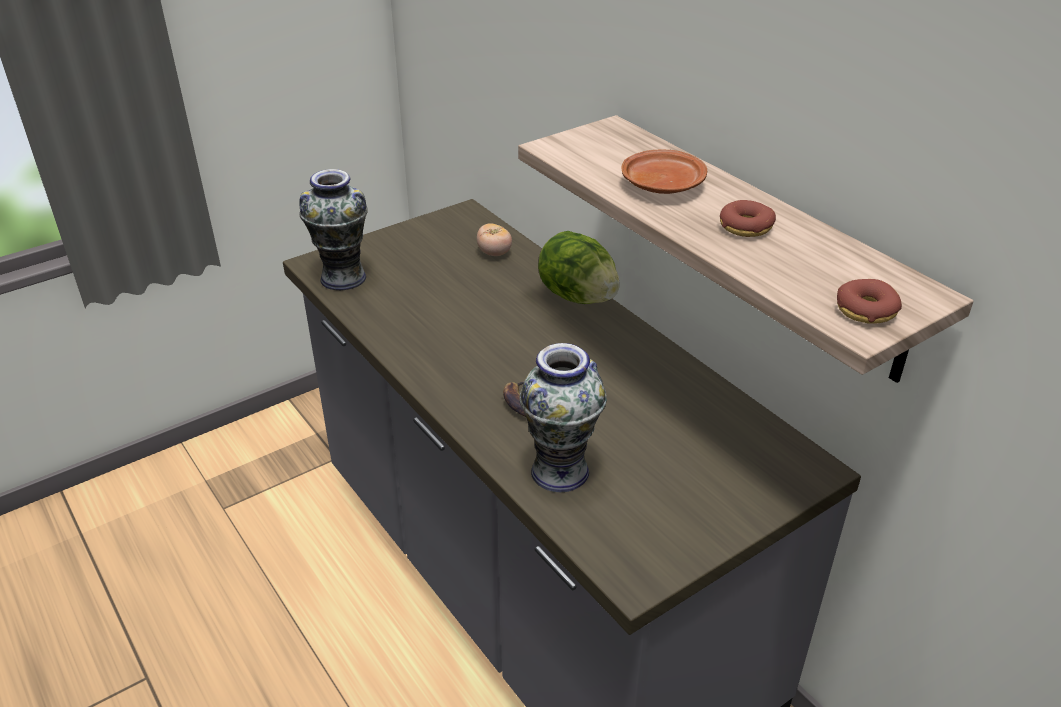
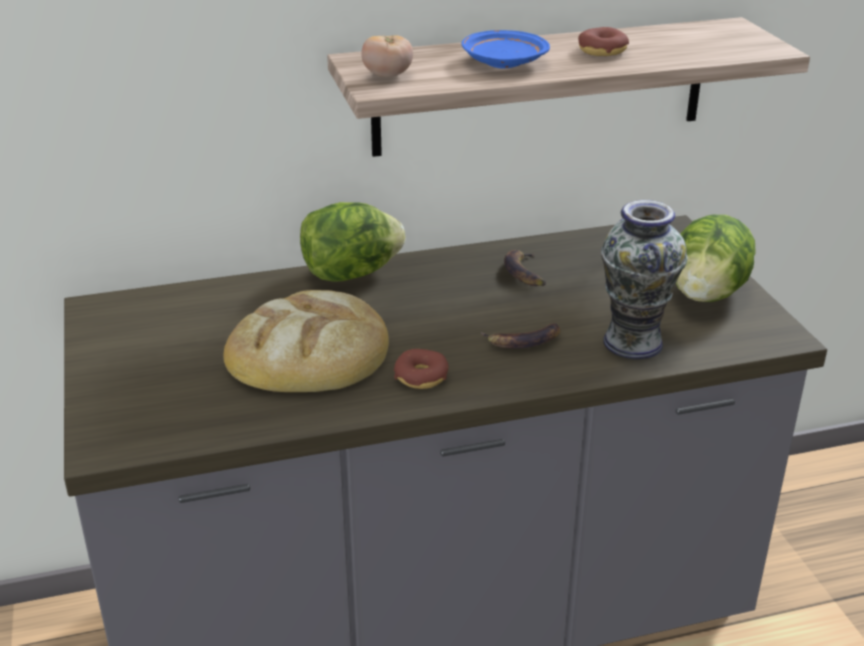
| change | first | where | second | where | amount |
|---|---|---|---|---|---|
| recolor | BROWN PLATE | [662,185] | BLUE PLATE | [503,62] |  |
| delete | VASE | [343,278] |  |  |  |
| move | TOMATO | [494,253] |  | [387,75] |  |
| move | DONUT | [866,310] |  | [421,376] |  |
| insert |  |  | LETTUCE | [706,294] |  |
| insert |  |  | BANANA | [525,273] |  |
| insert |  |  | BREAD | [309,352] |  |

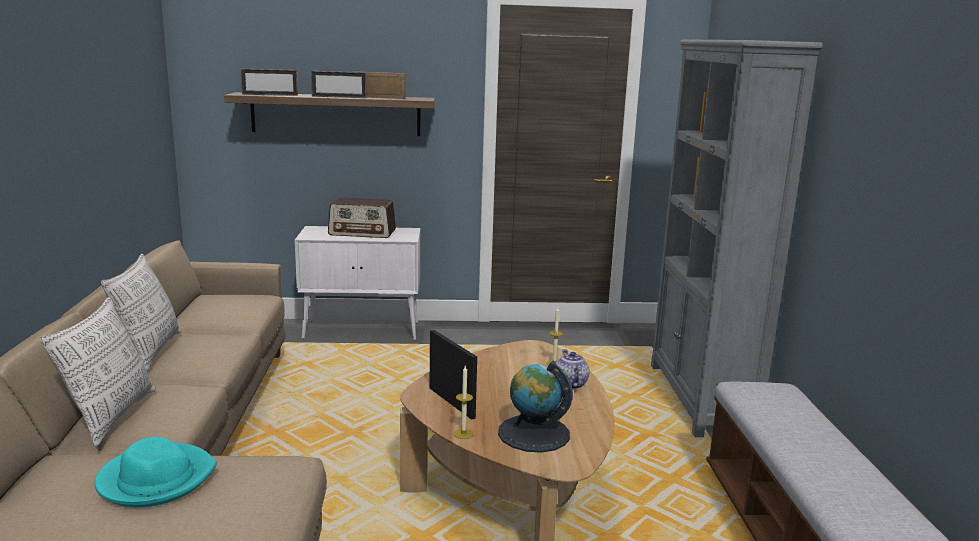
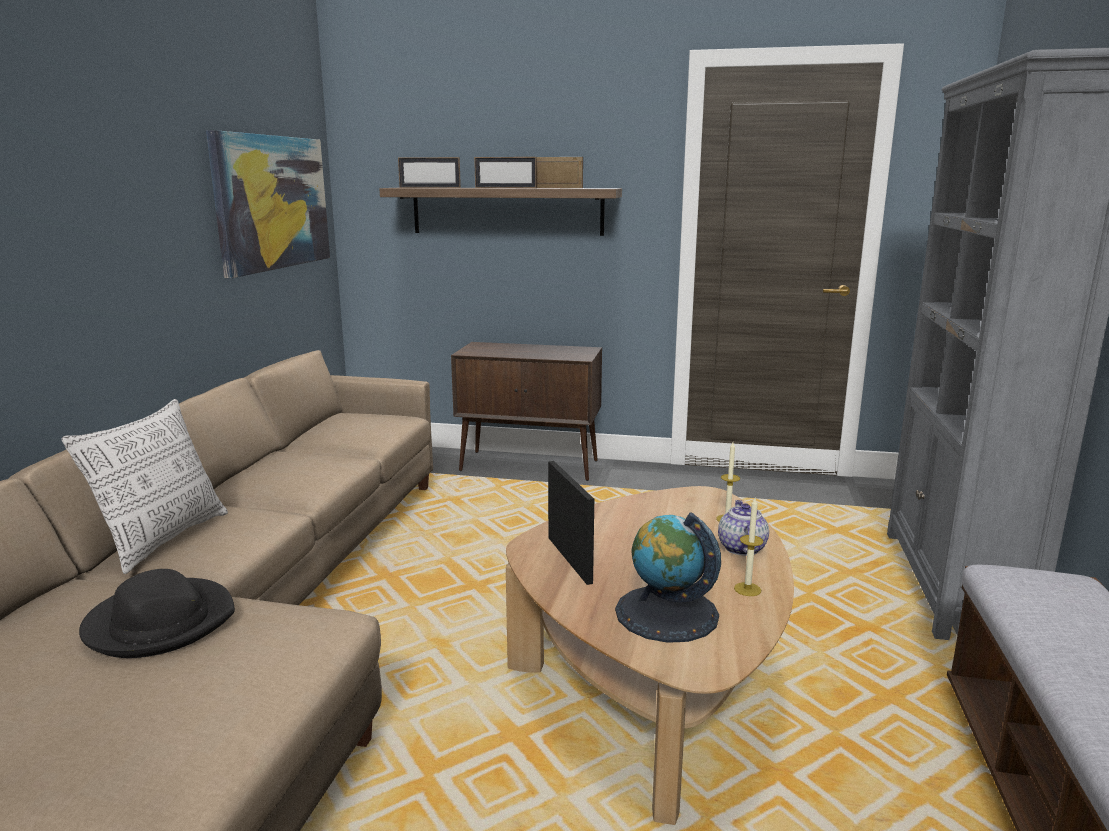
| change | first | where | second | where | amount |
|---|---|---|---|---|---|
| delete | RADIO | [362,232] |  |  |  |
| recolor | WHITE CABINET | [363,330] | BROWN CABINET | [530,466] |  |
| delete | PILLOW | [150,351] |  |  |  |
| move | CANDLE | [463,434] |  | [747,589] |  |
| recolor | TURQUOISE HAT | [156,479] | BLACK HAT | [160,622] |  |
| insert |  |  | PICTURE | [272,202] |  |

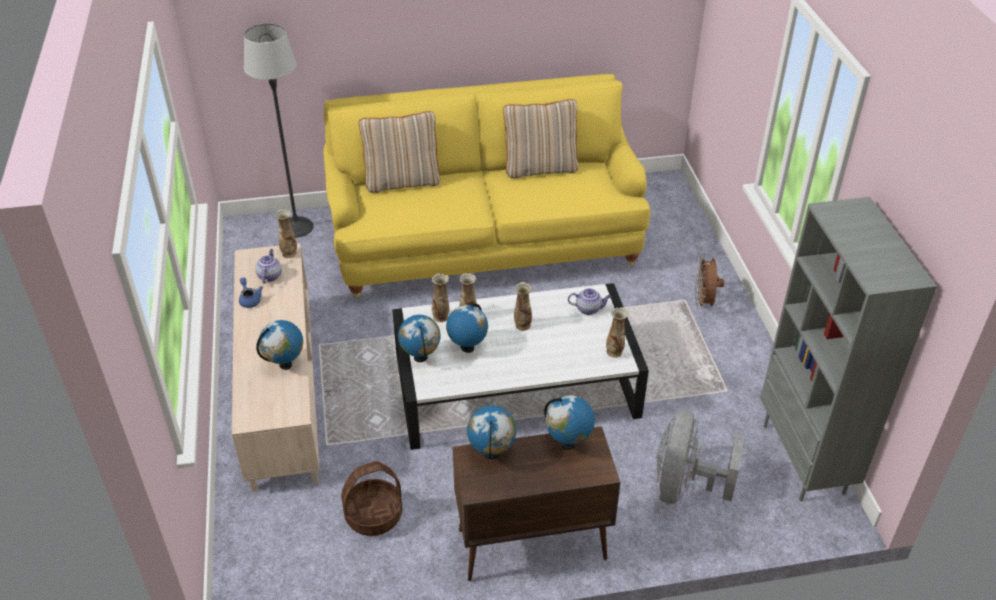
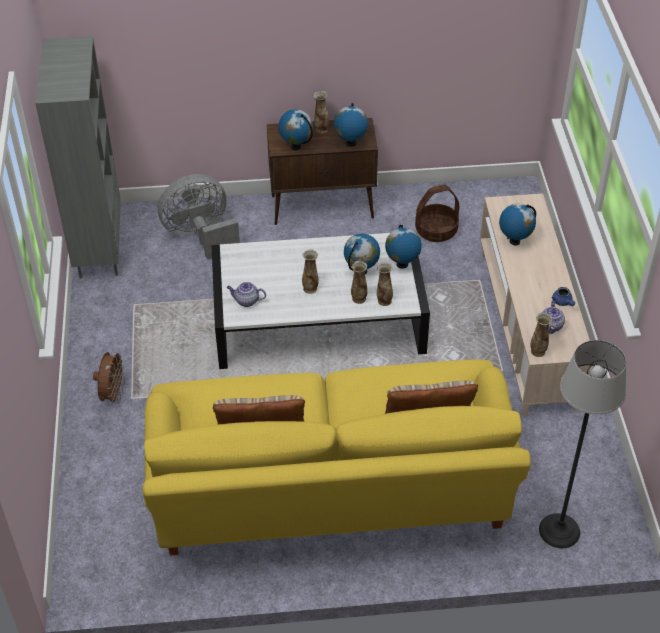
| change | first | where | second | where | amount |
|---|---|---|---|---|---|
| move | VASE | [614,352] |  | [321,129] |  |
| rotate | GREY FAN | [684,486] |  | [200,236] | 135 degrees counterclockwise |

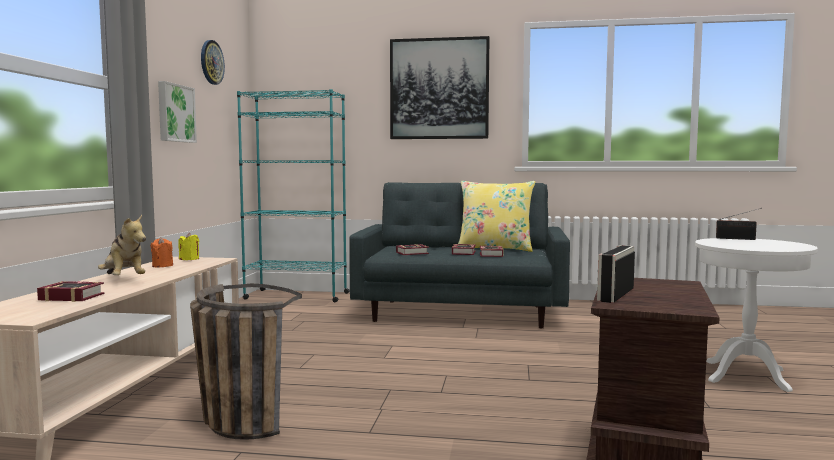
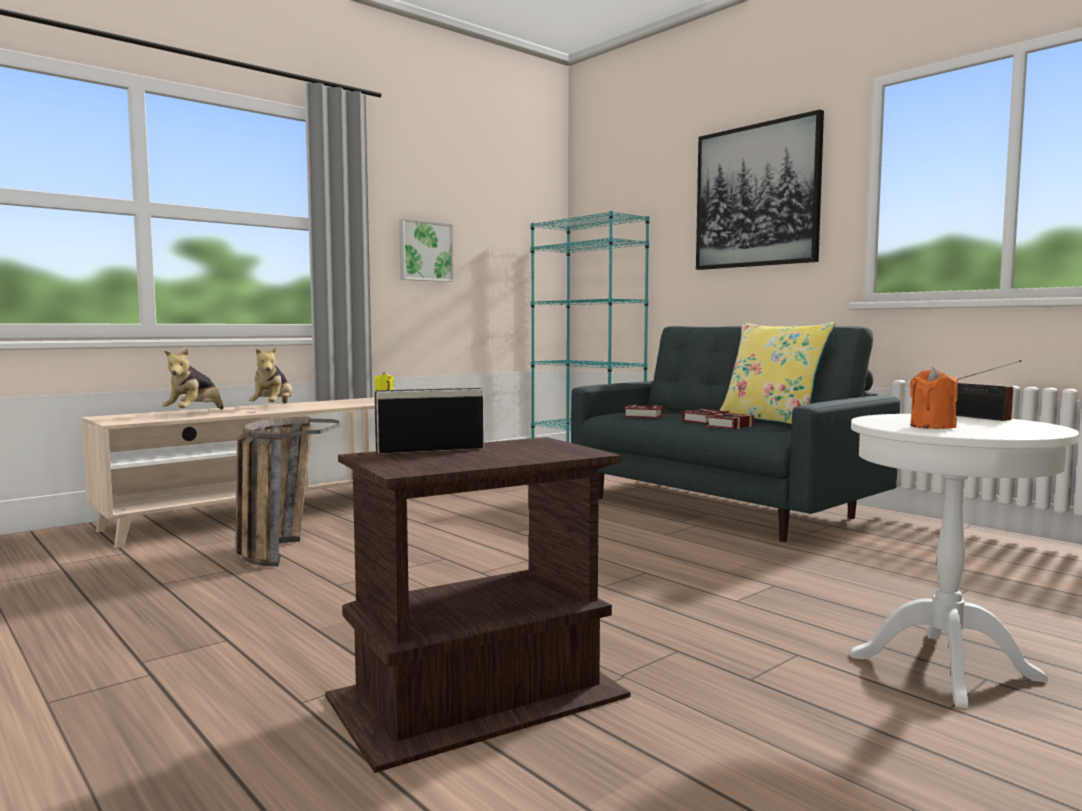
| change | first | where | second | where | amount |
|---|---|---|---|---|---|
| delete | WALL CLOCK | [211,62] |  |  |  |
| move | ORANGE CANDLE | [162,266] |  | [932,426] |  |
| replace | BOOK | [70,297] | PLUSH TOY | [195,413] |  |

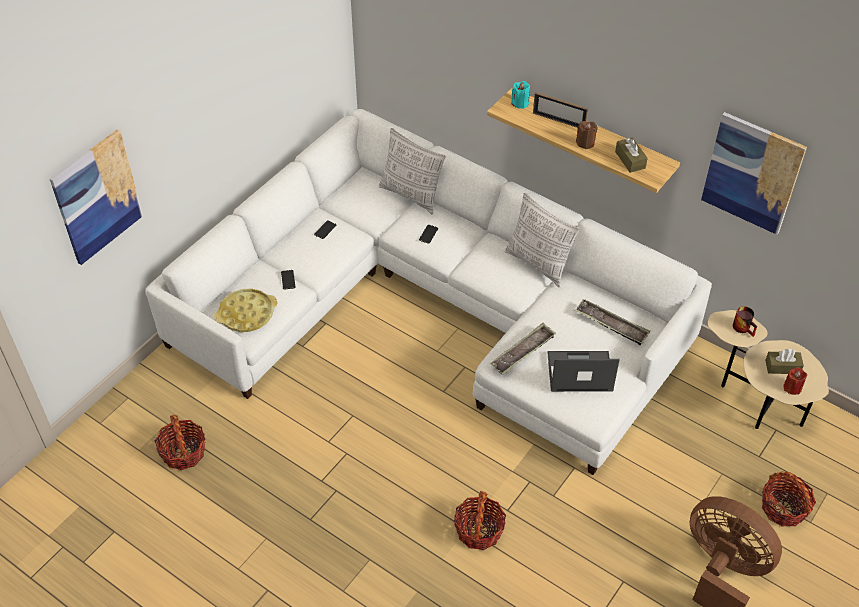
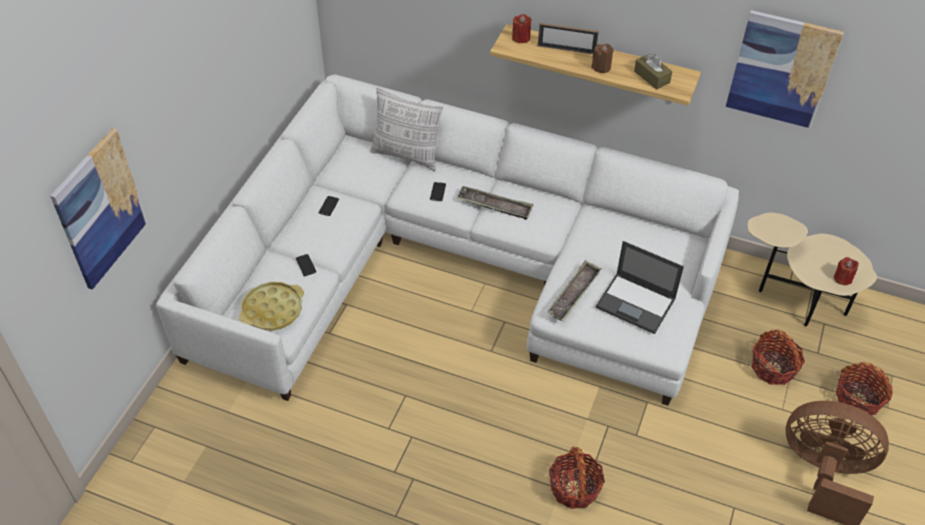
| change | first | where | second | where | amount |
|---|---|---|---|---|---|
| recolor | TURQUOISE CANDLE | [520,103] | RED CANDLE | [521,38] |  |
| delete | PILLOW | [538,264] |  |  |  |
| move | TRAY | [611,325] |  | [494,206] |  |
| delete | MUG | [744,328] |  |  |  |
| delete | BROWN TISSUE BOX | [782,367] |  |  |  |
| rotate | LAPTOP | [578,372] |  | [636,303] | 135 degrees counterclockwise |
| move | BASKET | [183,452] |  | [773,368] |  |

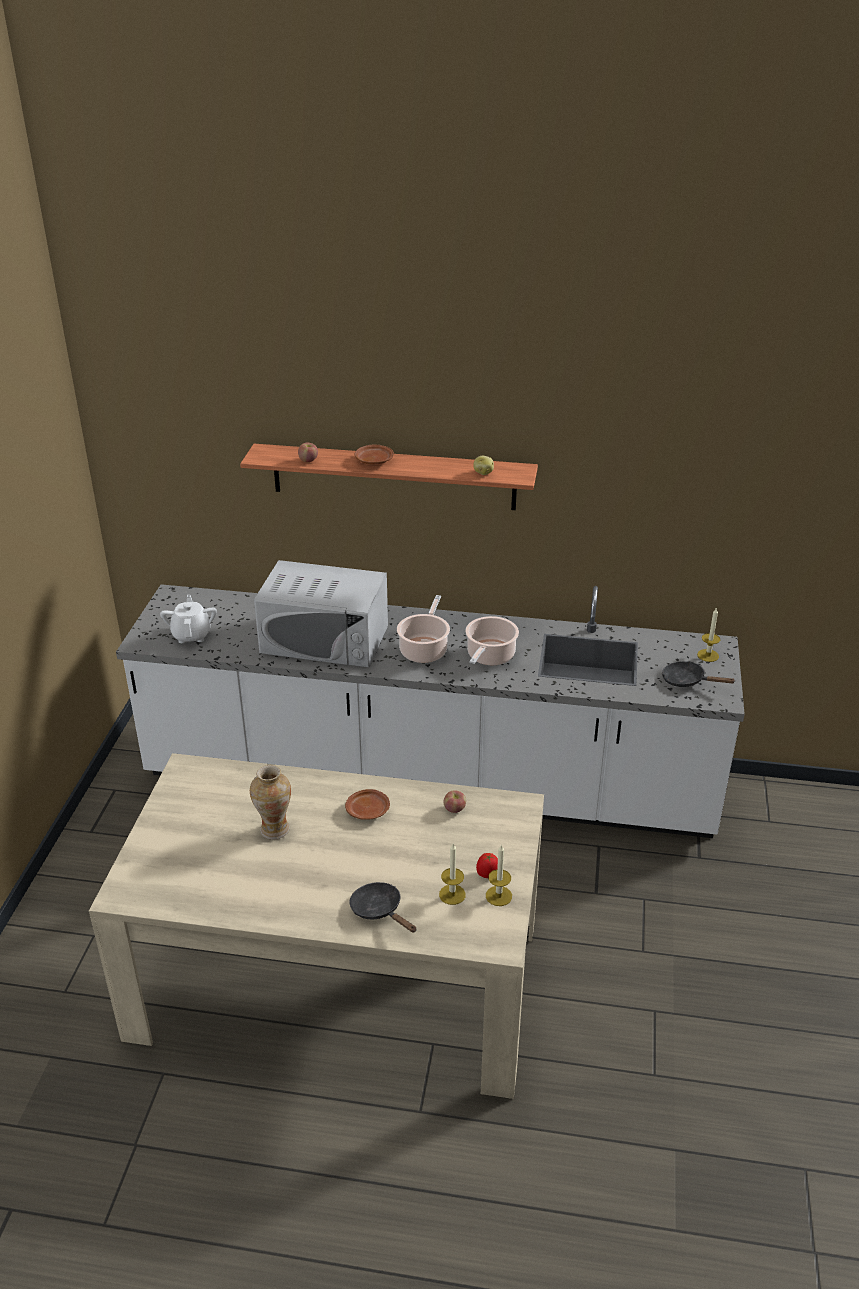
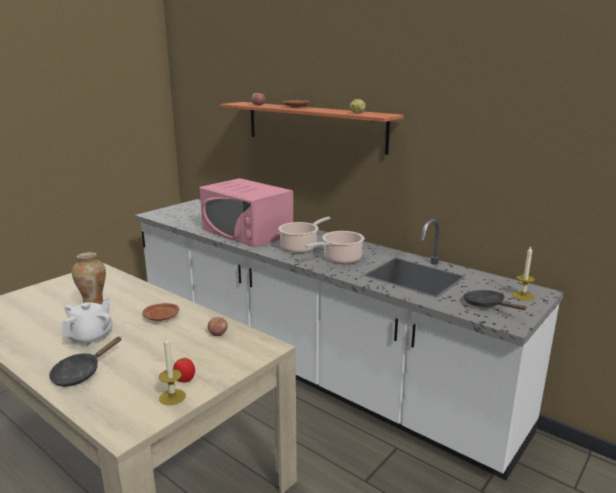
| change | first | where | second | where | amount |
|---|---|---|---|---|---|
| recolor | WHITE MICROWAVE | [325,639] | PINK MICROWAVE | [247,231] |  |
| move | WHITE TEAPOT | [192,635] |  | [91,337] |  |
| delete | CANDLE | [452,894] |  |  |  |
| rotate | BLACK FRYING PAN | [379,910] |  | [80,373] | 135 degrees counterclockwise |

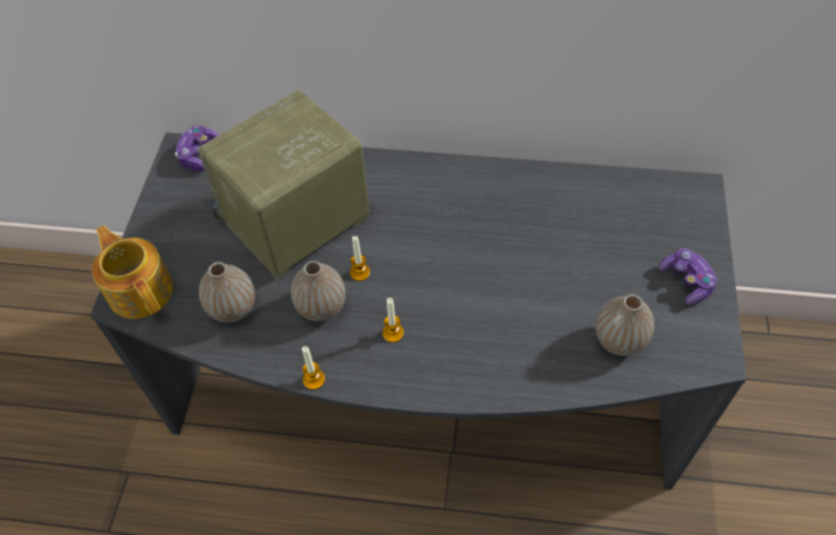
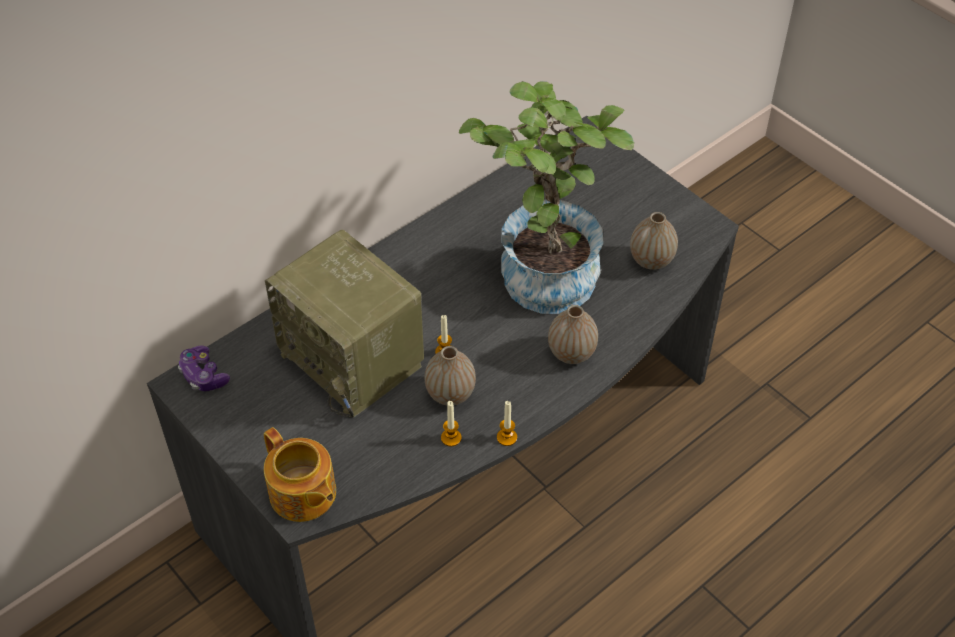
| change | first | where | second | where | amount |
|---|---|---|---|---|---|
| rotate | RADIO | [296,223] |  | [354,359] | 45 degrees counterclockwise |
| rotate | TEAPOT | [141,290] |  | [303,495] | 135 degrees counterclockwise |
| delete | GAME CONTROLLER | [686,281] |  |  |  |
| move | VASE | [233,309] |  | [571,353] |  |
| move | CANDLE | [393,333] |  | [451,438] |  |
| insert |  |  | POTTED PLANT | [543,268] |  |

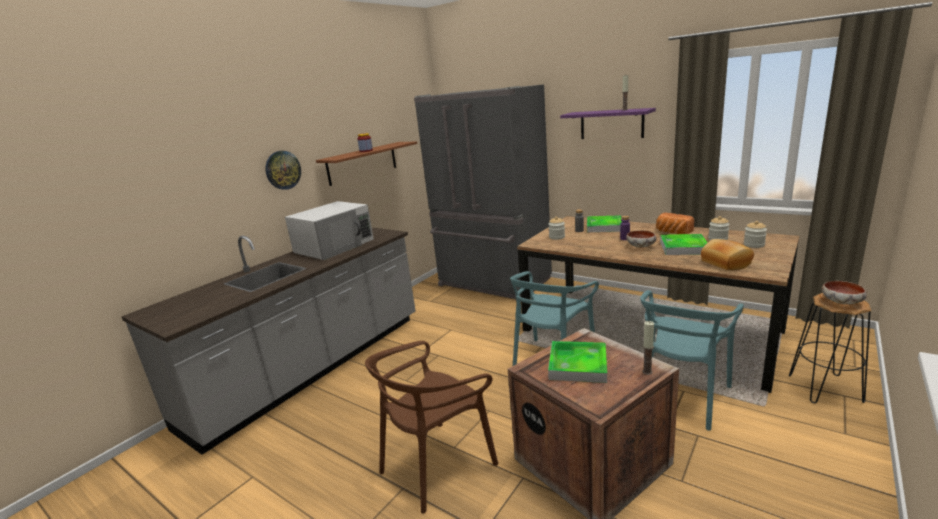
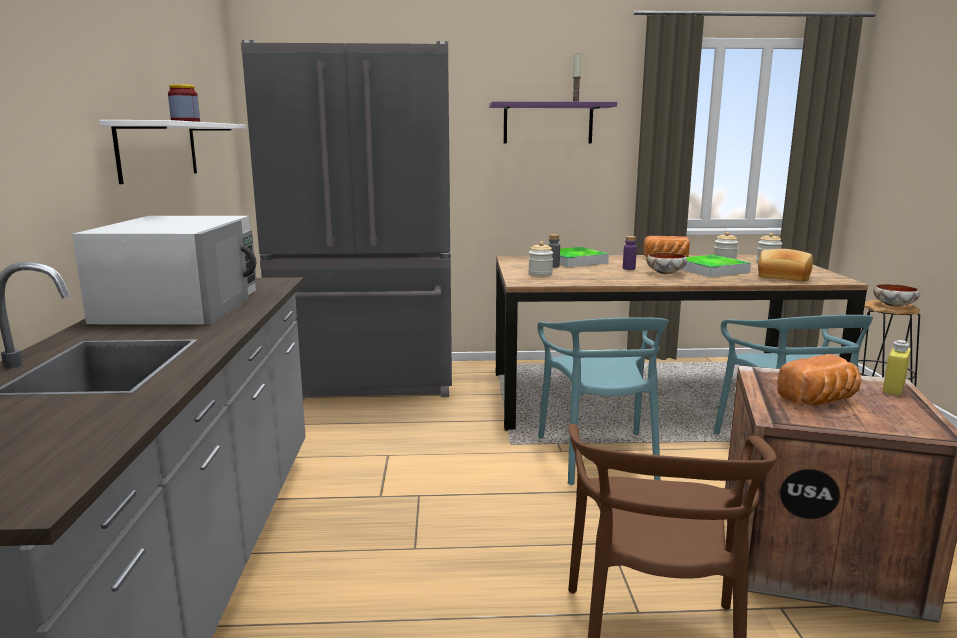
| change | first | where | second | where | amount |
|---|---|---|---|---|---|
| recolor | BROWN SHELF | [362,163] | WHITE SHELF | [159,150] |  |
| delete | WALL CLOCK | [283,170] |  |  |  |
| replace | CANDLE | [647,372] | YELLOW BOTTLE | [893,389] |  |
| replace | TRAY | [578,365] | BREAD | [820,400] |  |

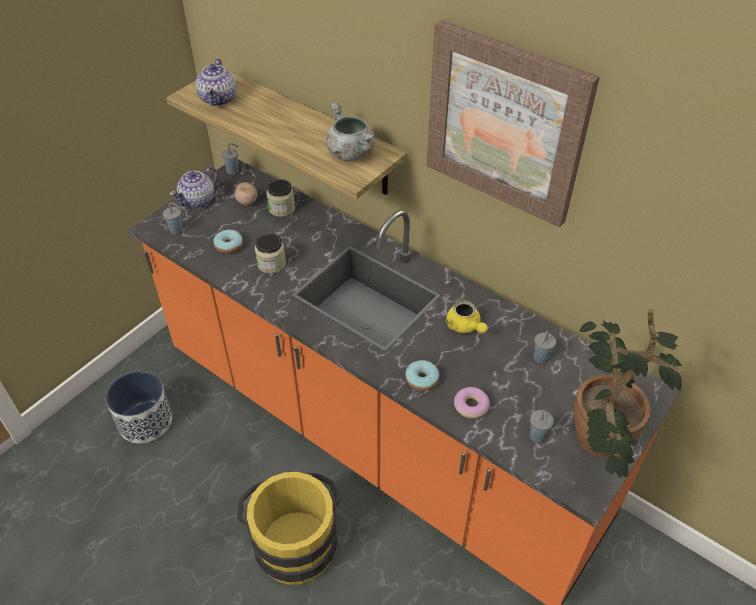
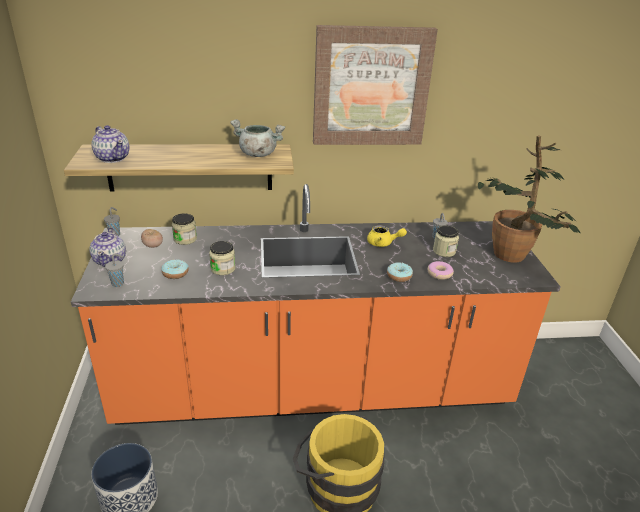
| change | first | where | second | where | amount |
|---|---|---|---|---|---|
| delete | GREY CUP | [537,437] |  |  |  |
| insert |  |  | JAR | [444,251] |  |

